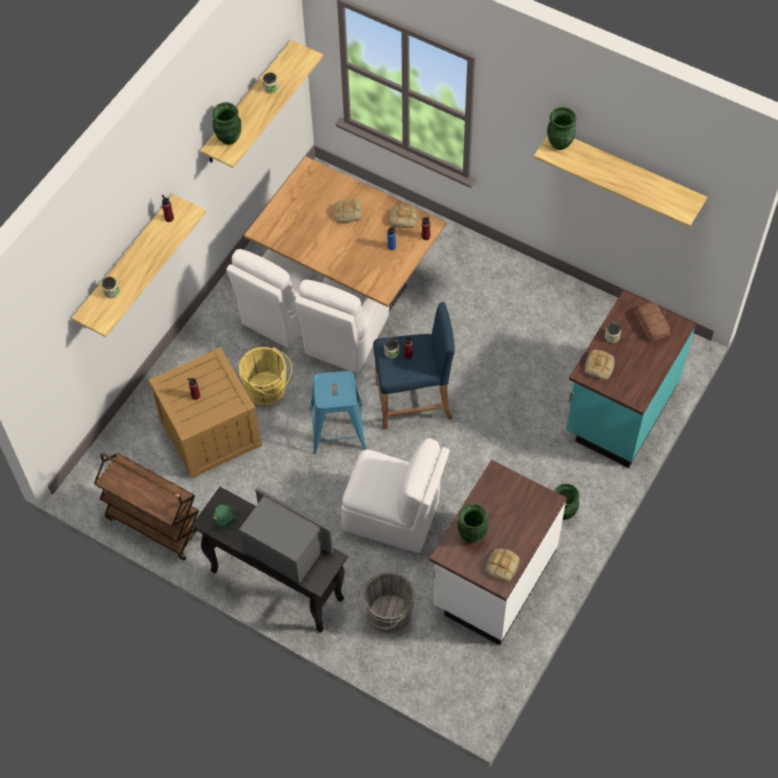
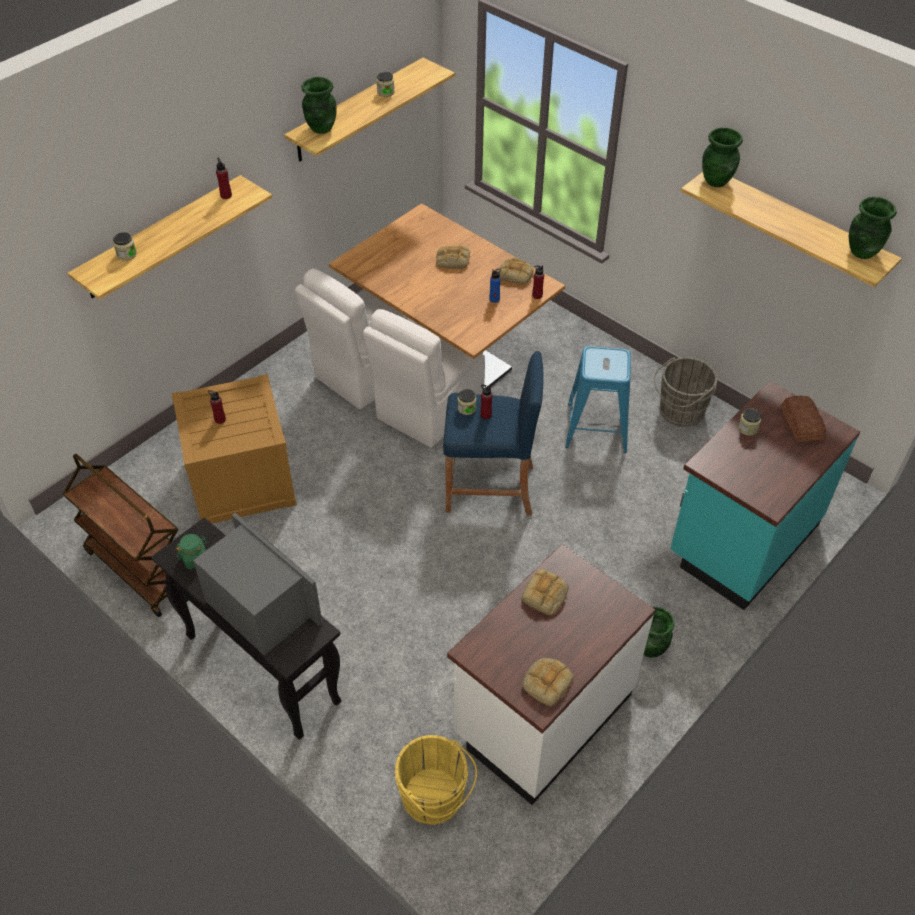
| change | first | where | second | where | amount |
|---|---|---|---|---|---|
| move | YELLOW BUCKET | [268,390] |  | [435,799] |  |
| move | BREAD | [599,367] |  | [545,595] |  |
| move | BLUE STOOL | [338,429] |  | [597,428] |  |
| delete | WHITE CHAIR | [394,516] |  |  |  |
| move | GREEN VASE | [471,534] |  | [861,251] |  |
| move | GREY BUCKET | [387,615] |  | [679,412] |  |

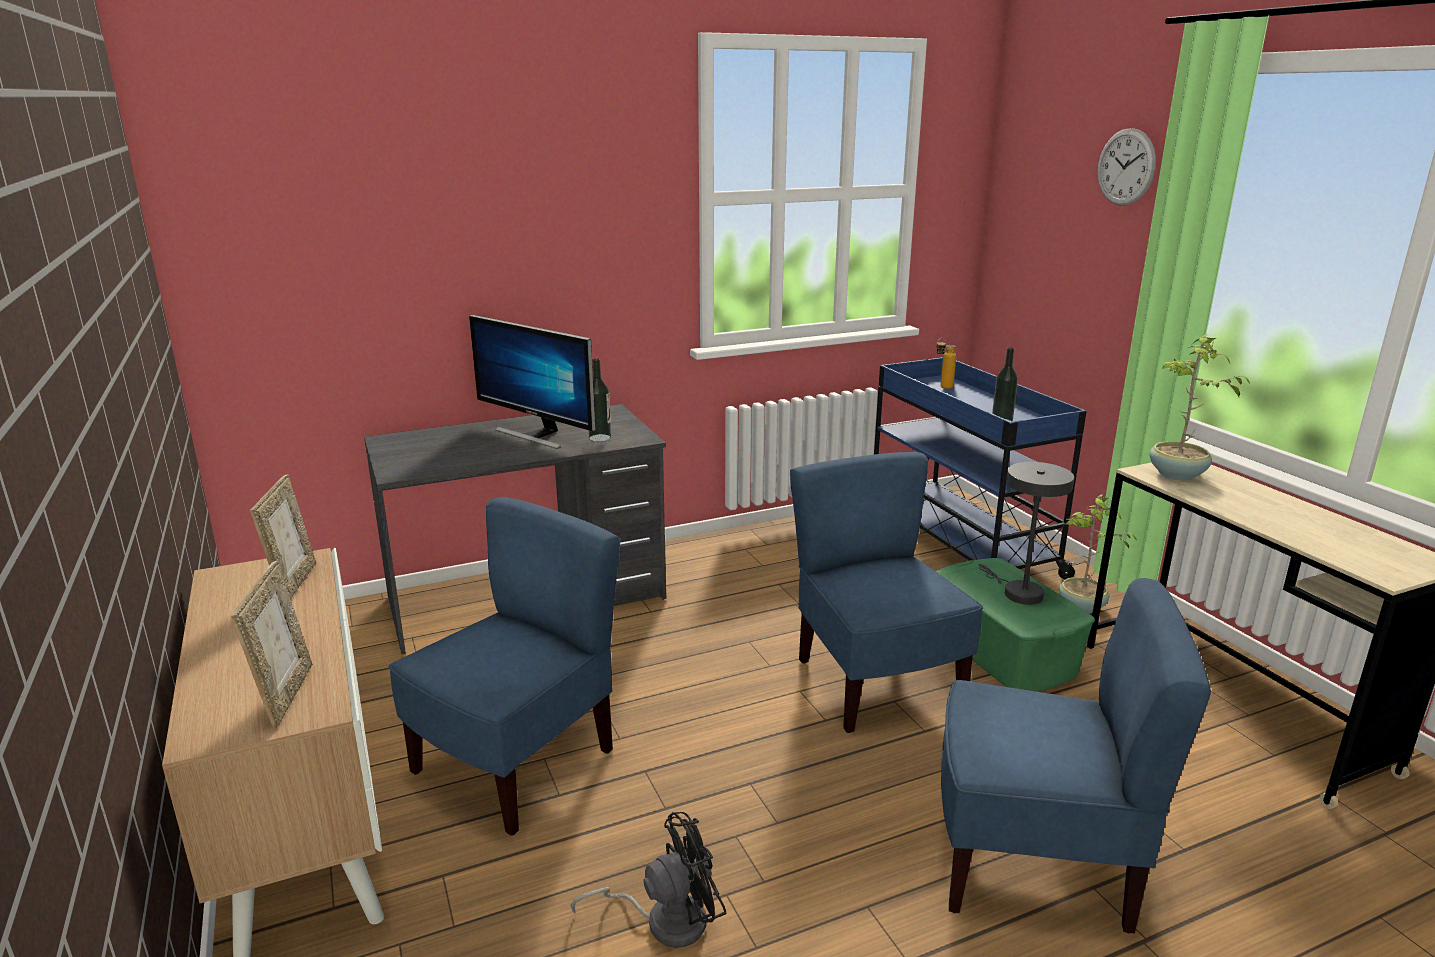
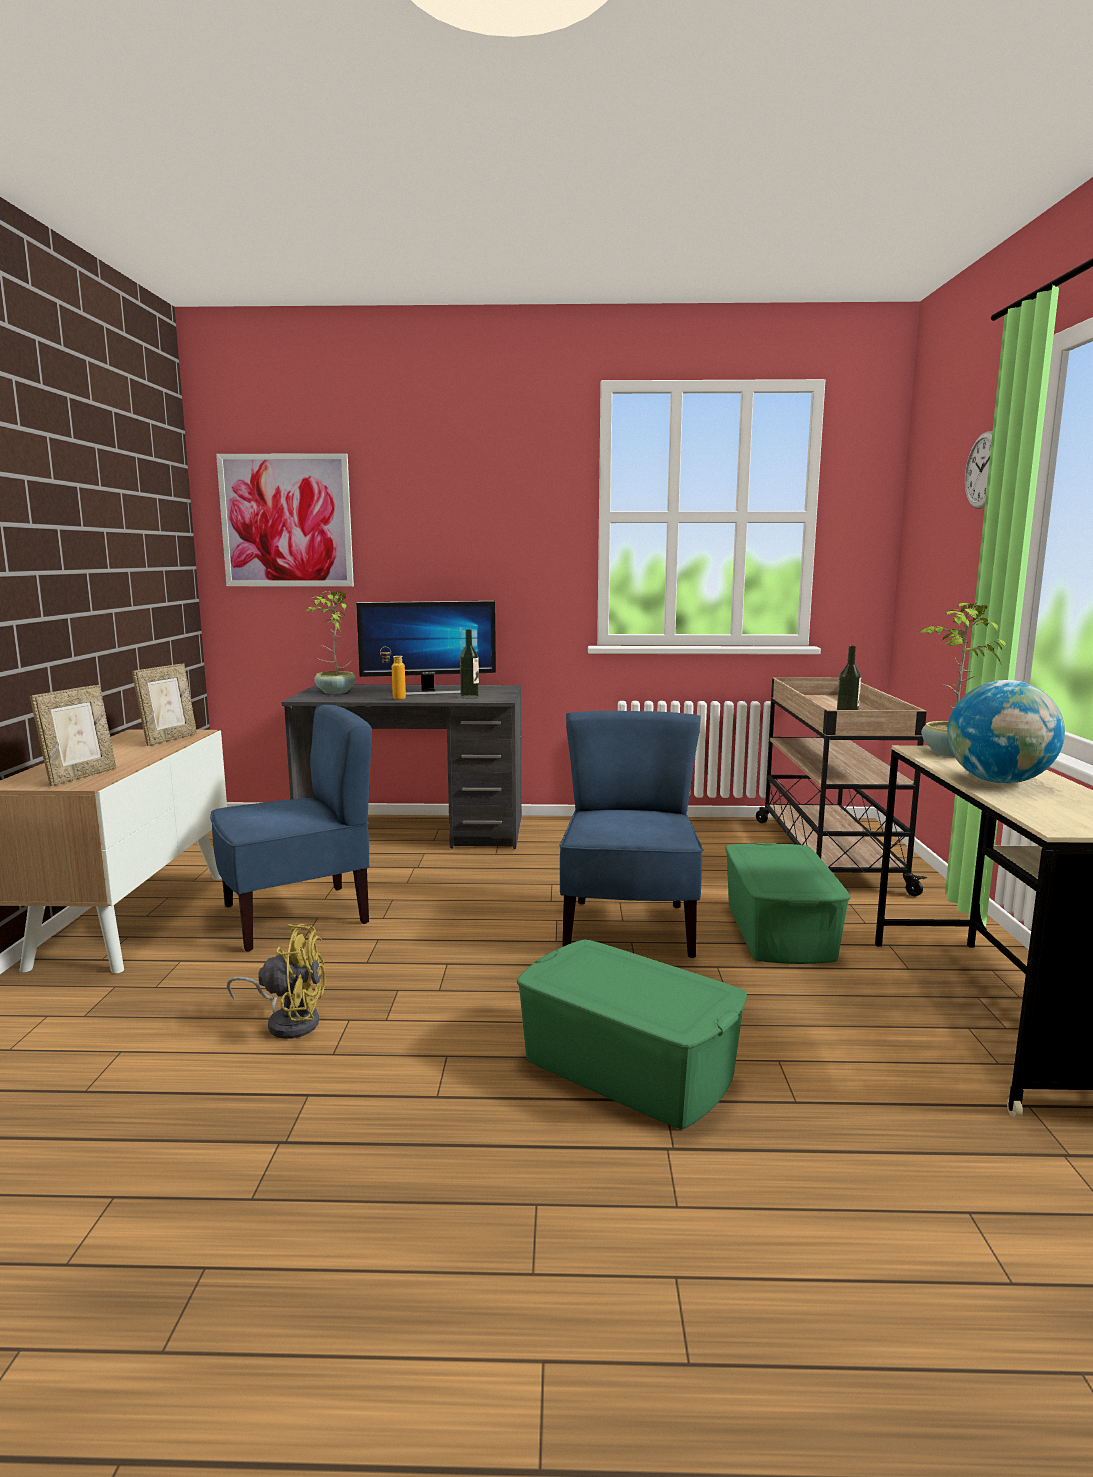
| change | first | where | second | where | amount |
|---|---|---|---|---|---|
| rotate | MONITOR | [537,435] |  | [428,692] | 75 degrees counterclockwise |
| move | BOTTLE | [942,388] |  | [393,699] |  |
| recolor | BLUE CART | [956,541] | BEIGE CART | [827,853] |  |
| delete | GREY TABLE LAMP | [1017,592] |  |  |  |
| move | POTTED PLANT | [1081,607] |  | [334,692] |  |
| replace | BLUE CHAIR | [1033,862] | GREEN STORAGE BOX | [628,1069] |  |
| recolor | BLACK FAN | [665,920] | YELLOW FAN | [288,1021] |  |
| insert |  |  | PICTURE | [286,521] |  |
| insert |  |  | GLOBE | [999,782] |  |

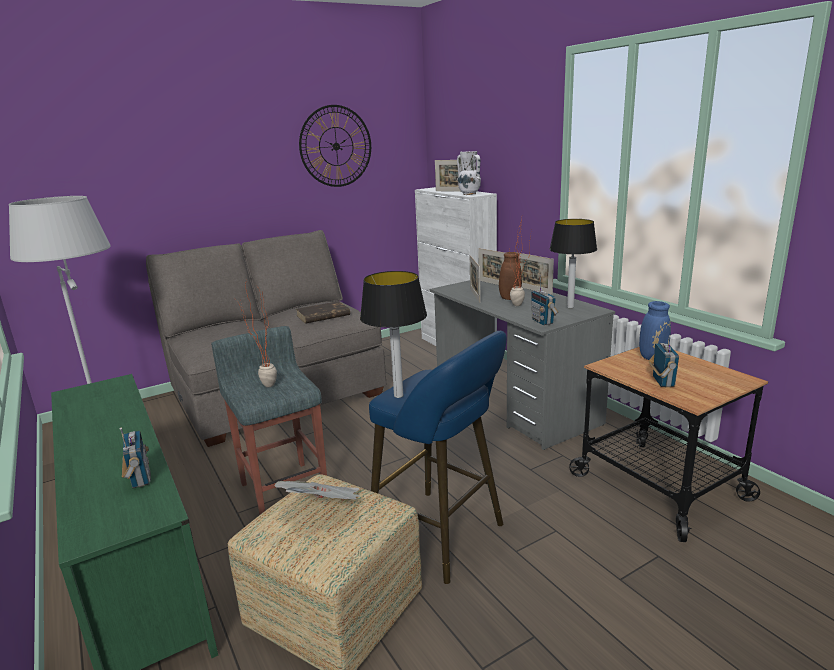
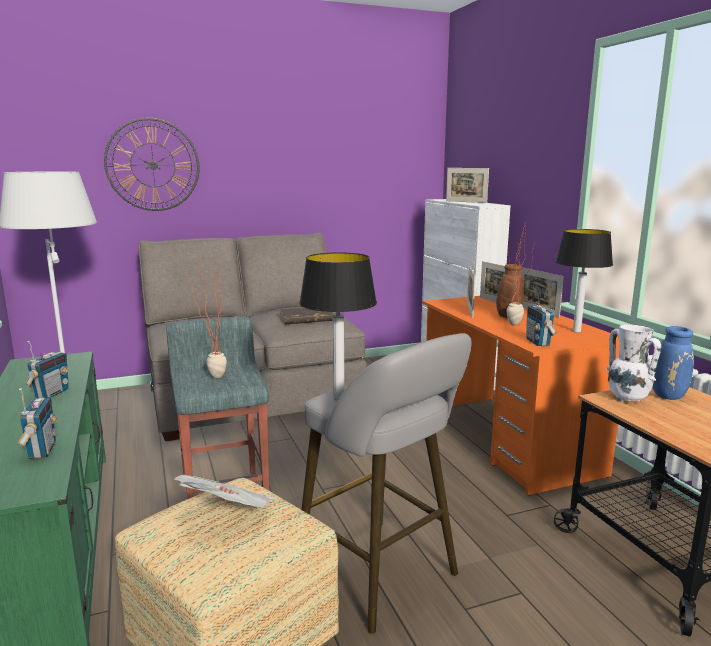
| change | first | where | second | where | amount |
|---|---|---|---|---|---|
| move | WALL CLOCK | [336,146] |  | [153,165] |  |
| move | WHITE VASE | [469,194] |  | [627,399] |  |
| recolor | GREY DESK | [514,403] | ORANGE DESK | [506,439] |  |
| recolor | BLUE STOOL | [443,536] | GREY STOOL | [382,576] |  |
| move | RADIO | [662,382] |  | [51,393] |  |

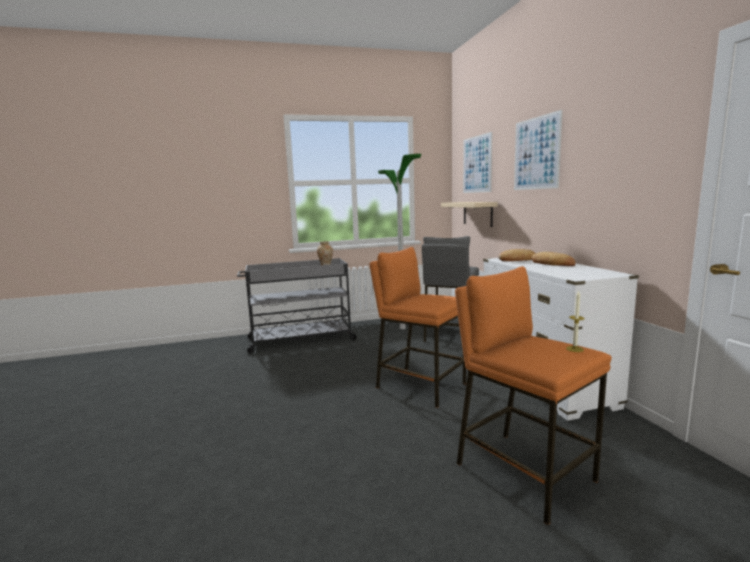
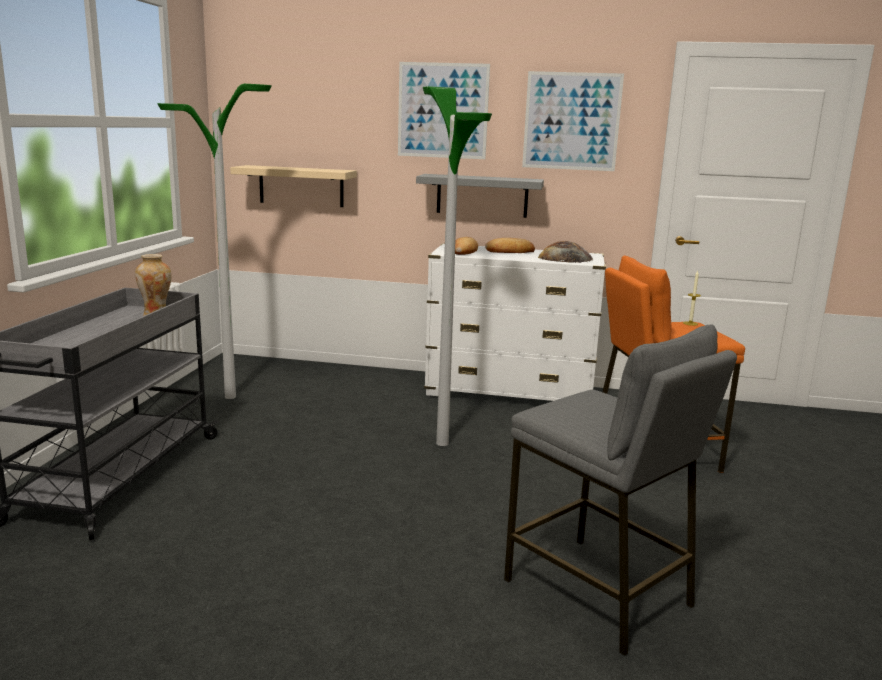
| change | first | where | second | where | amount |
|---|---|---|---|---|---|
| move | PICTURE | [477,164] |  | [571,121] |  |
| move | GREY STOOL | [450,335] |  | [598,593] |  |
| replace | ORANGE STOOL | [420,385] | FLOOR LAMP | [441,443] |  |
| insert |  |  | GREY SHELF | [482,195] |  |
| insert |  |  | BREAD | [565,258] |  |

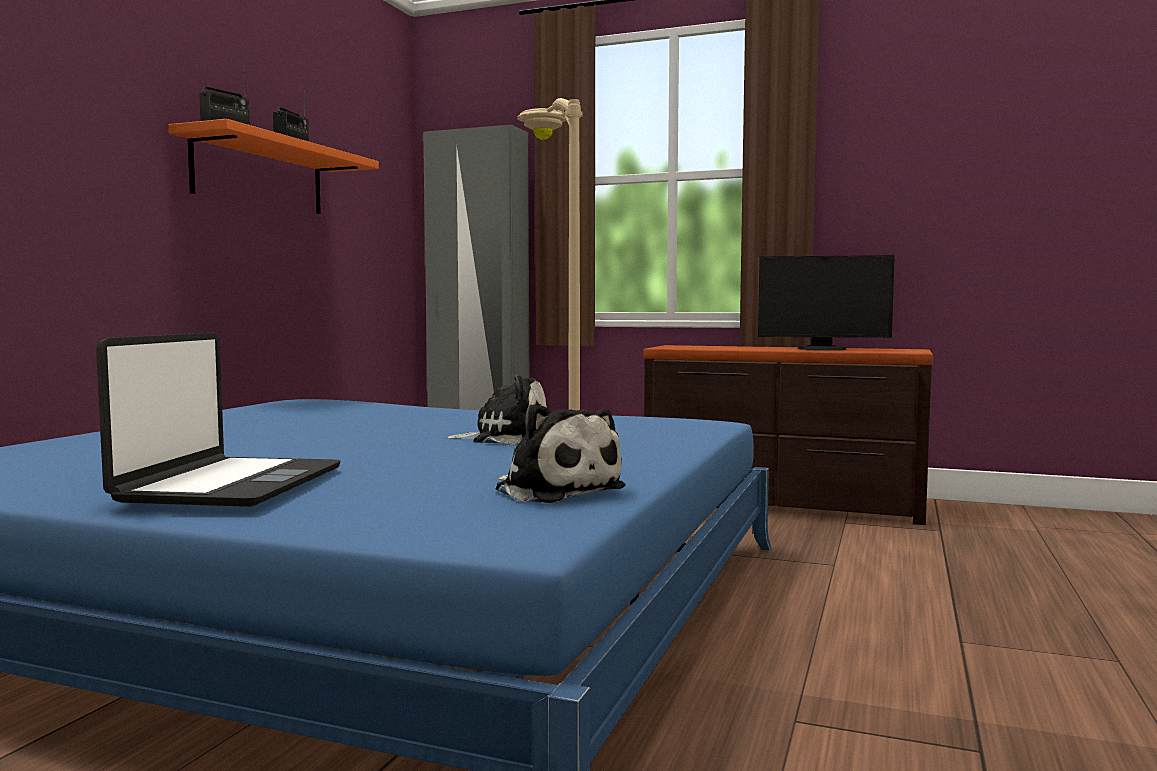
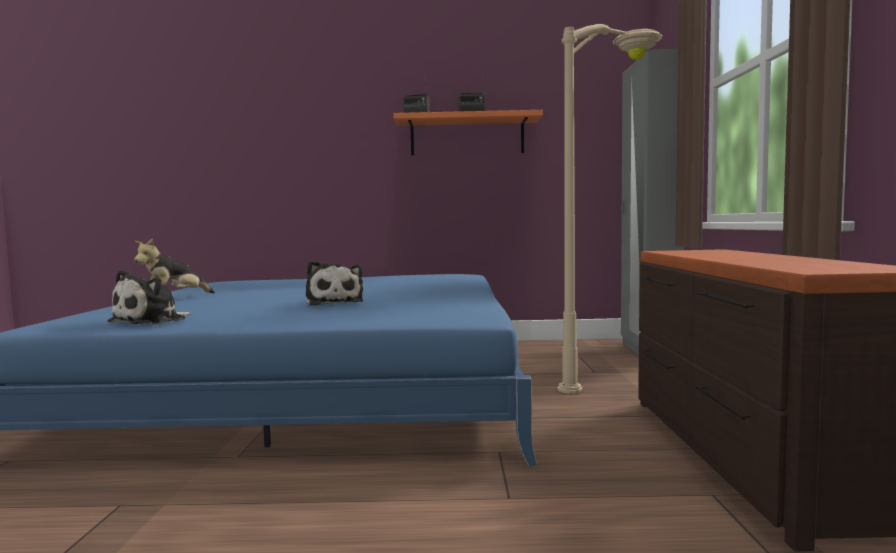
| change | first | where | second | where | amount |
|---|---|---|---|---|---|
| delete | MONITOR | [822,349] |  |  |  |
| replace | LAPTOP | [230,484] | PLUSH TOY | [174,297] |  |

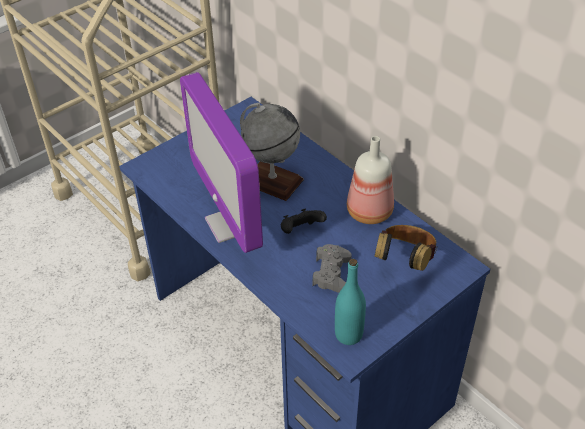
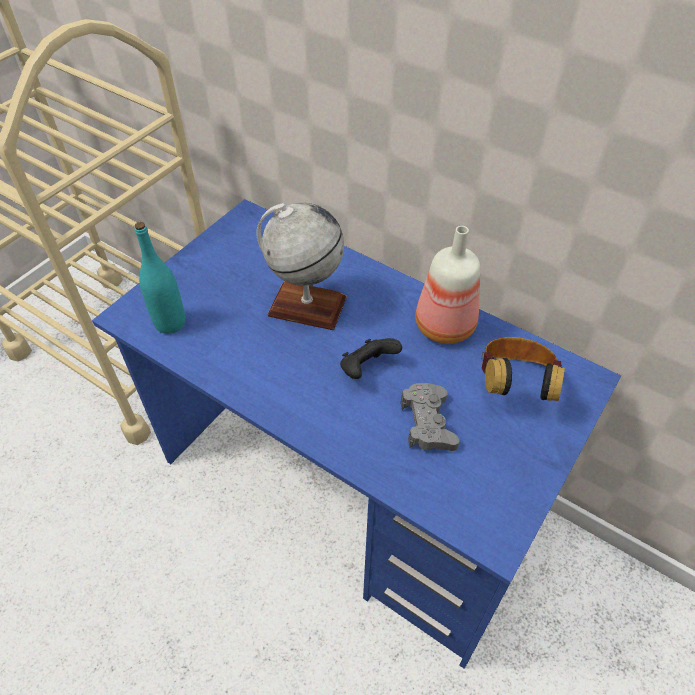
| change | first | where | second | where | amount |
|---|---|---|---|---|---|
| delete | MONITOR | [231,224] |  |  |  |
| move | TURQUOISE BOTTLE | [348,335] |  | [170,323] |  |

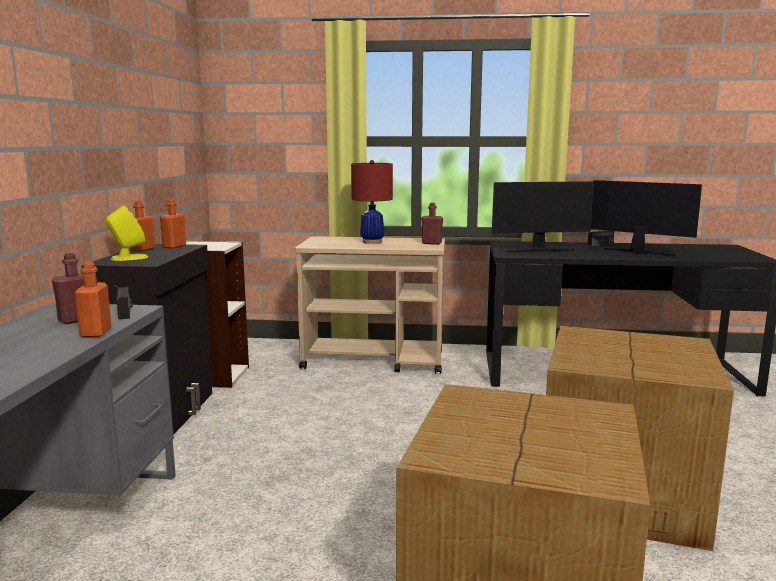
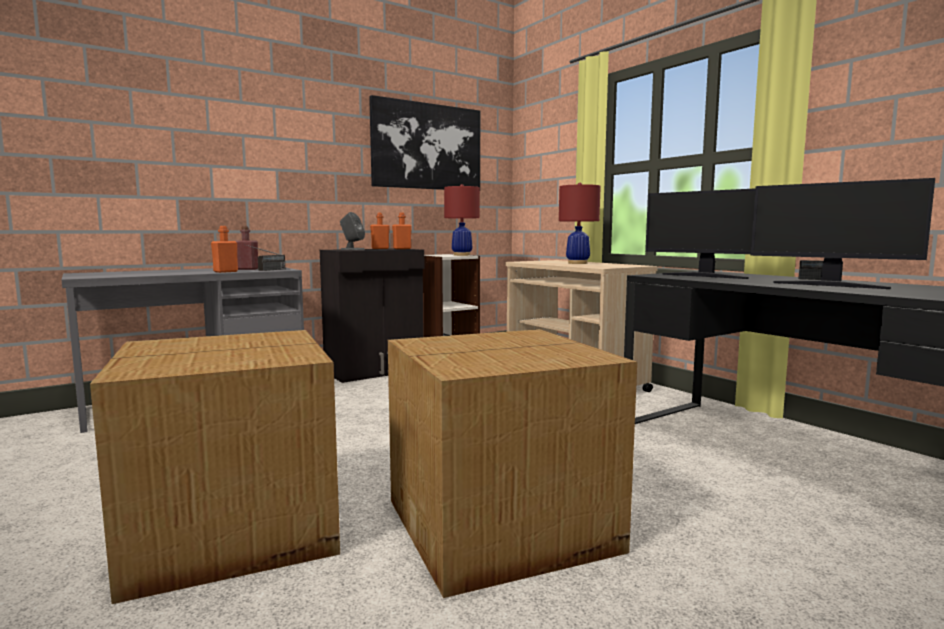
| change | first | where | second | where | amount |
|---|---|---|---|---|---|
| rotate | MONITOR | [638,252] |  | [829,285] | 135 degrees clockwise |
| delete | RED BOTTLE | [431,243] |  |  |  |
| recolor | YELLOW SPEAKER | [129,258] | GREY SPEAKER | [352,249] |  |
| insert |  |  | PICTURE | [427,146] |  |
| insert |  |  | RED TABLE LAMP | [462,255] |  |

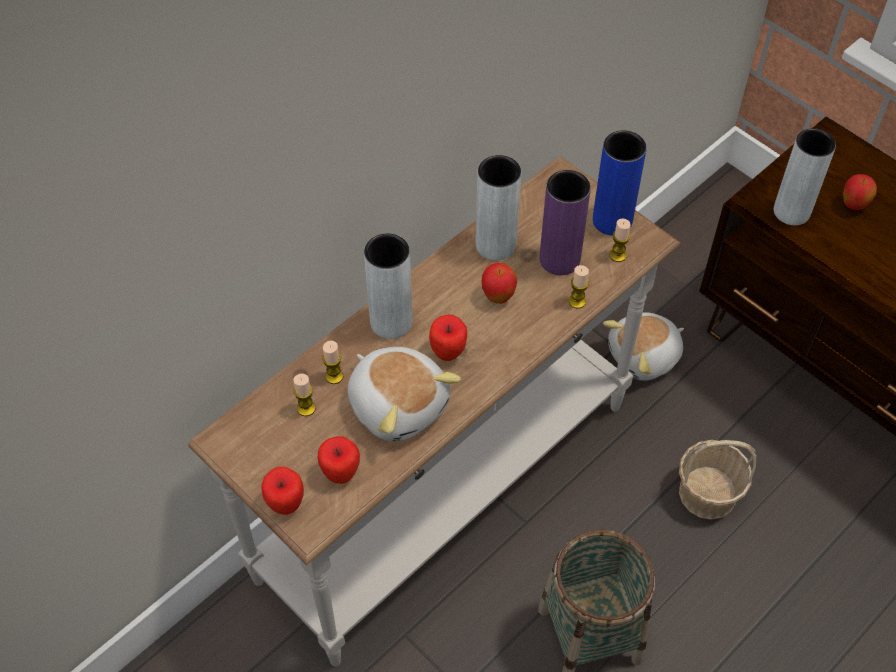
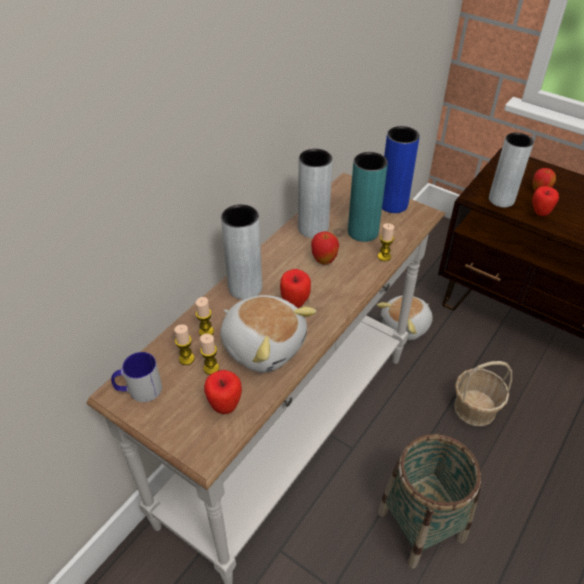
| change | first | where | second | where | amount |
|---|---|---|---|---|---|
| recolor | PURPLE VASE | [559,259] | TURQUOISE VASE | [363,232] |  |
| move | CANDLE | [617,255] |  | [211,368] |  |
| move | APPLE | [286,504] |  | [540,213] |  |
| insert |  |  | MUG | [139,390] |  |

